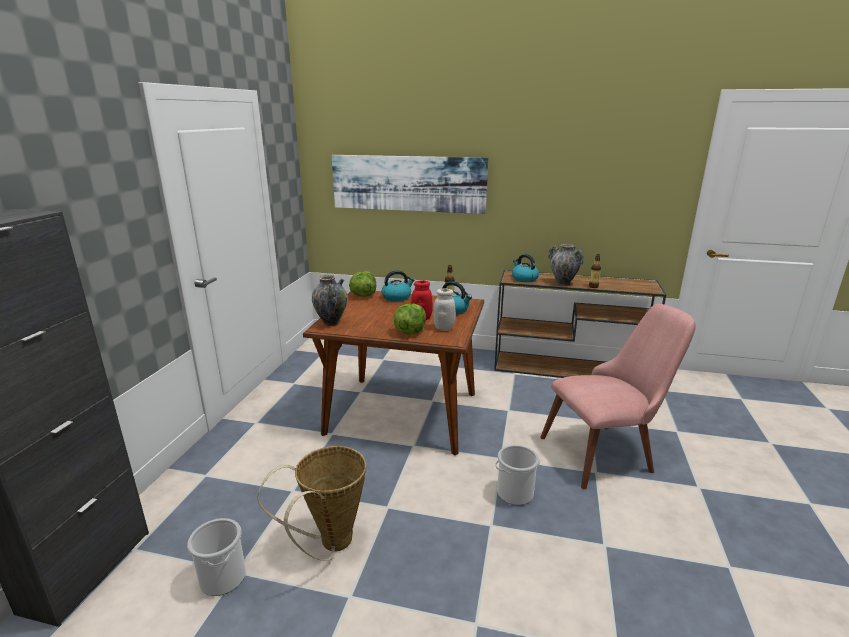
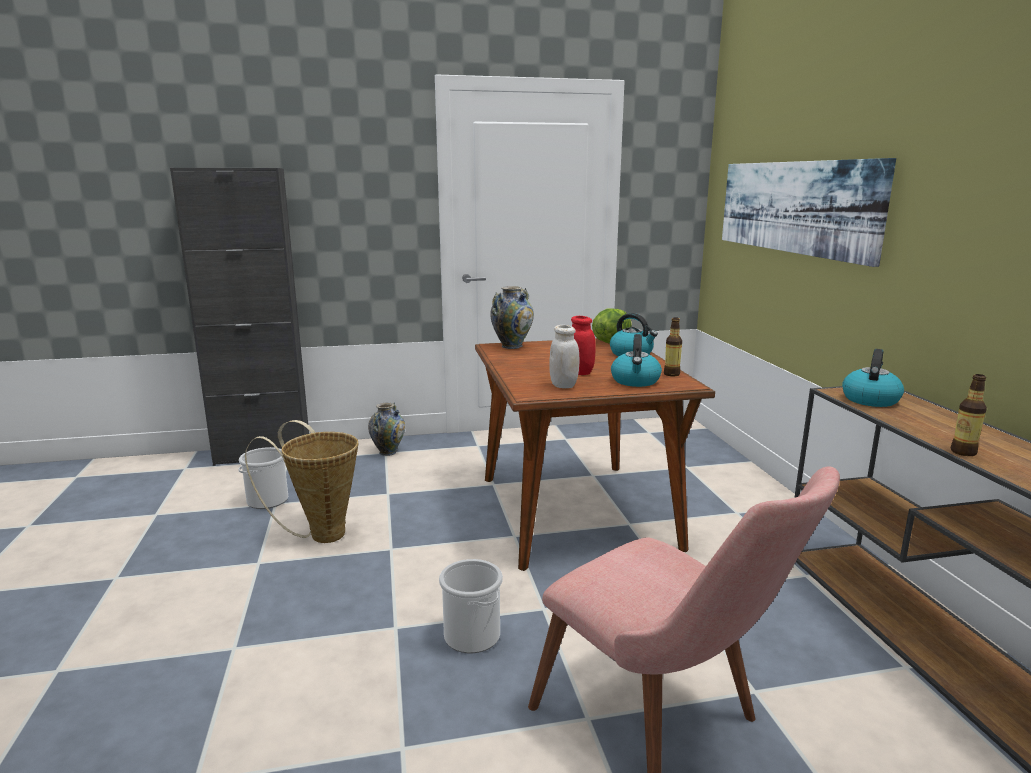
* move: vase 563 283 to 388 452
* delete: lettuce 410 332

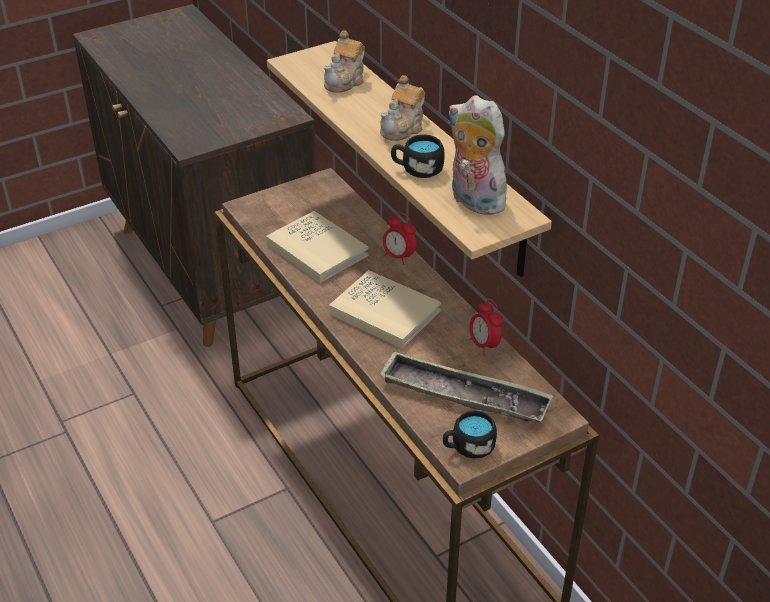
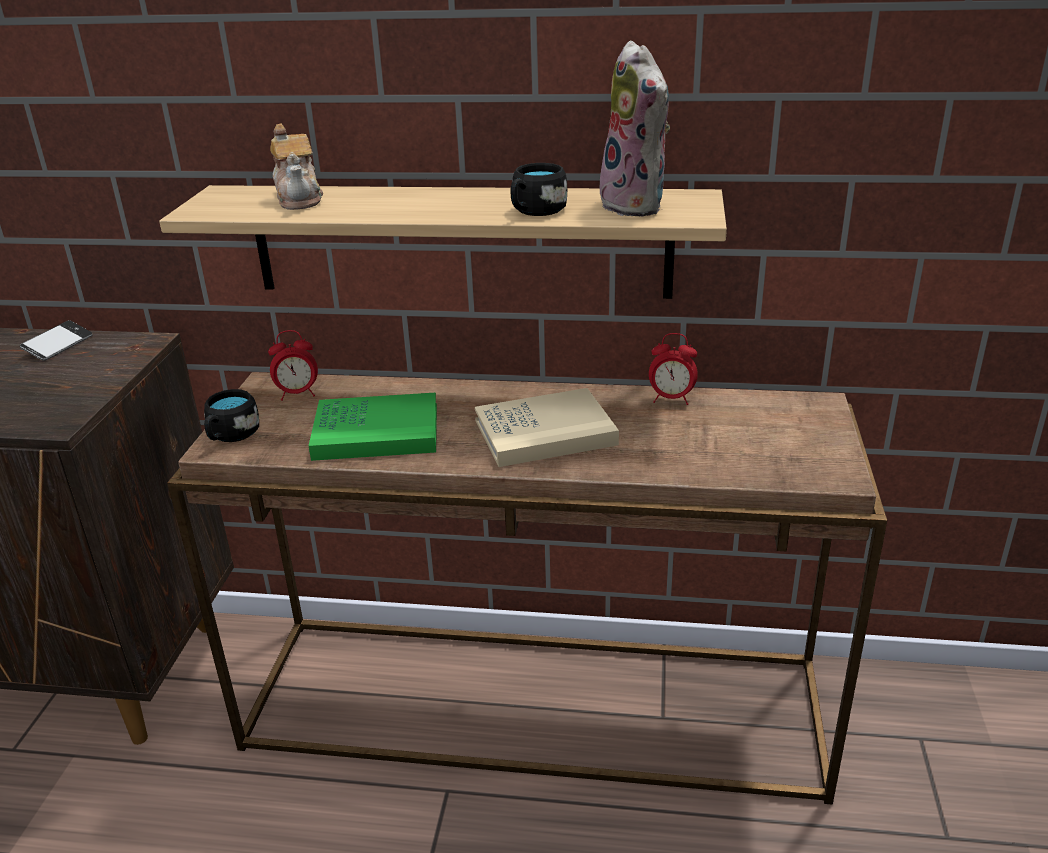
* insert: phone 58 346
* move: black mug 468 447 to 231 436
* move: alarm clock 399 257 to 297 394
* recolor: beige book 317 250 to green book 376 432
* rotate: plush toy 473 201 = 637 205 105 degrees counterclockwise
* delete: tray 464 395
* delete: teapot 403 128

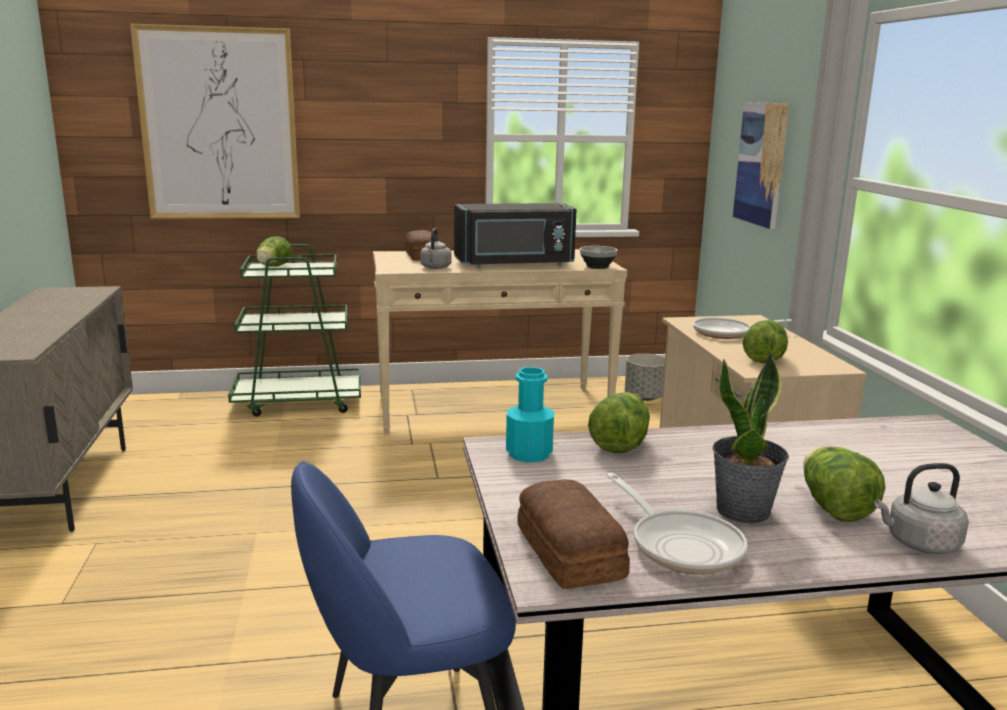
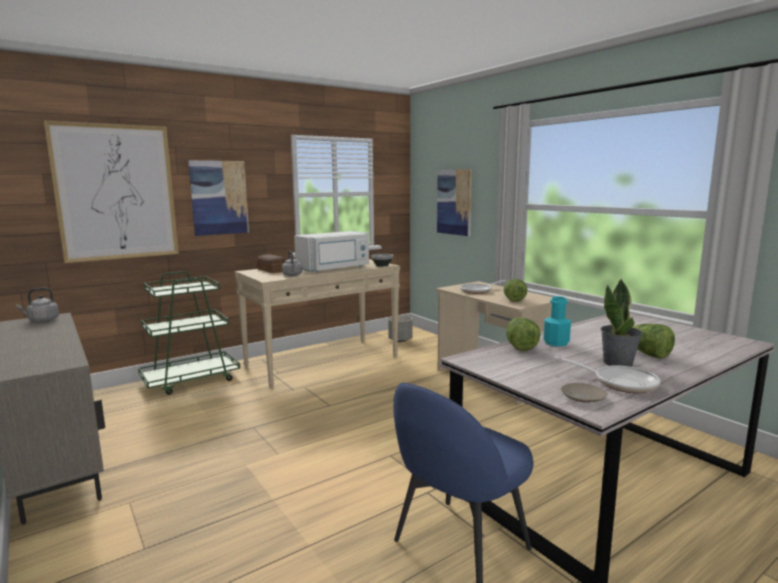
* move: grey kettle 919 543 to 42 320
* insert: picture 219 197
* recolor: black microwave 514 264 to white microwave 335 269
* move: turquoise bottle 529 453 to 556 343
* replace: bread 568 553 to beige plate 582 398
* delete: lettuce 273 267

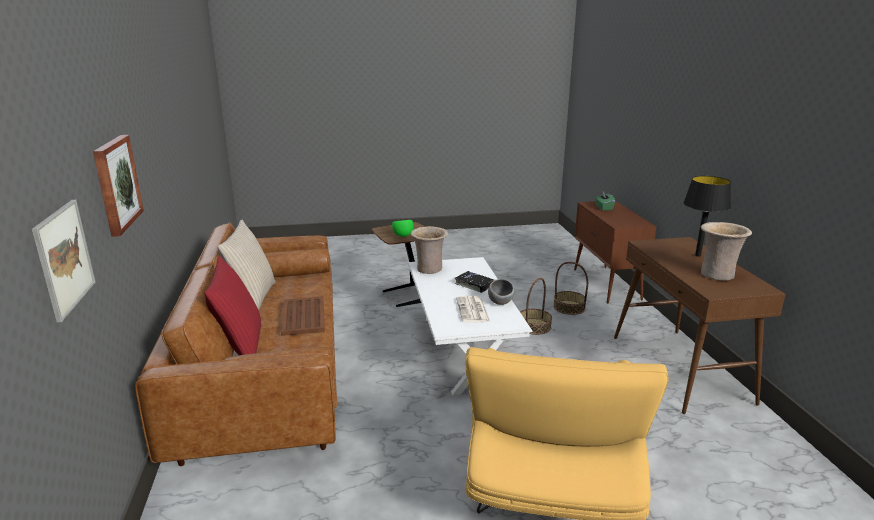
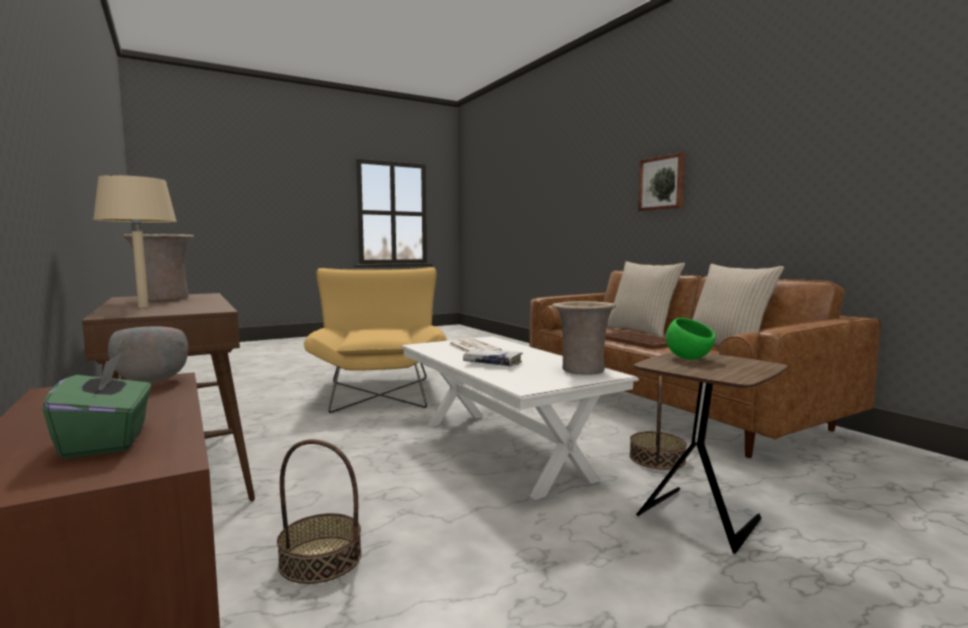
* recolor: black table lamp 697 255 to beige table lamp 143 307
* move: grey bowl 500 303 to 151 382
* recolor: black book 474 285 to white book 493 363
* recolor: red pillow 240 347 to beige pillow 641 331
* move: basket 534 326 to 657 458
* delete: picture 64 258

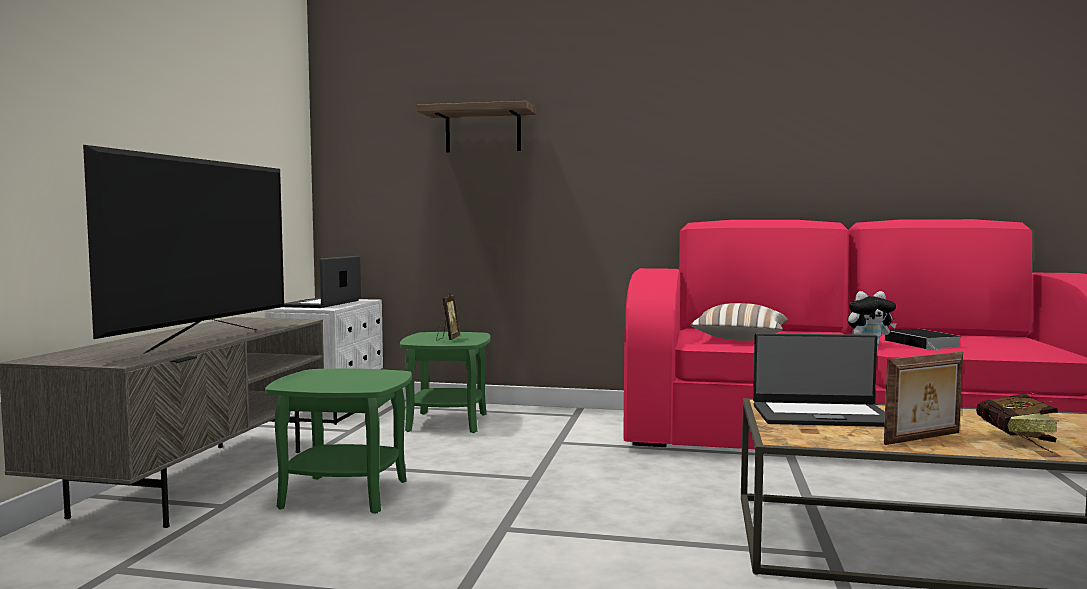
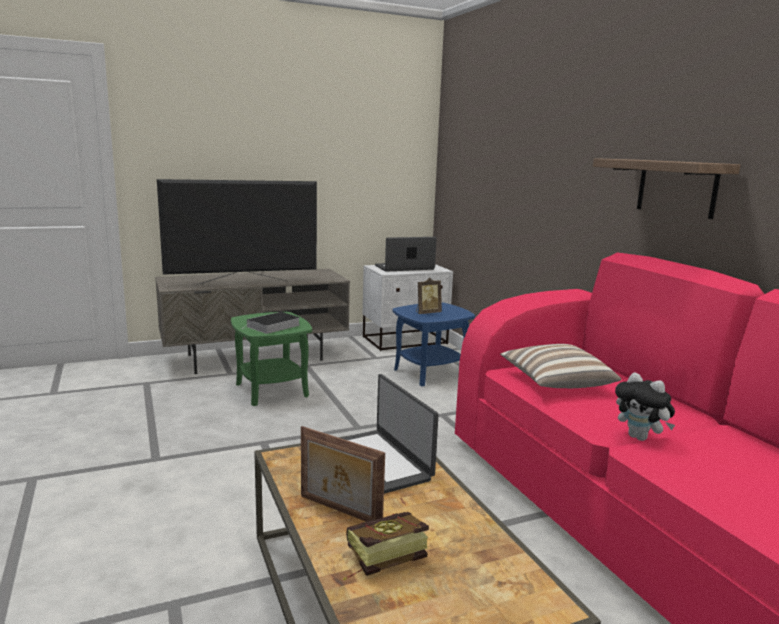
* move: book 924 344 to 272 326
* recolor: green side table 447 422 to blue side table 430 373
* move: shelf 483 130 to 676 187

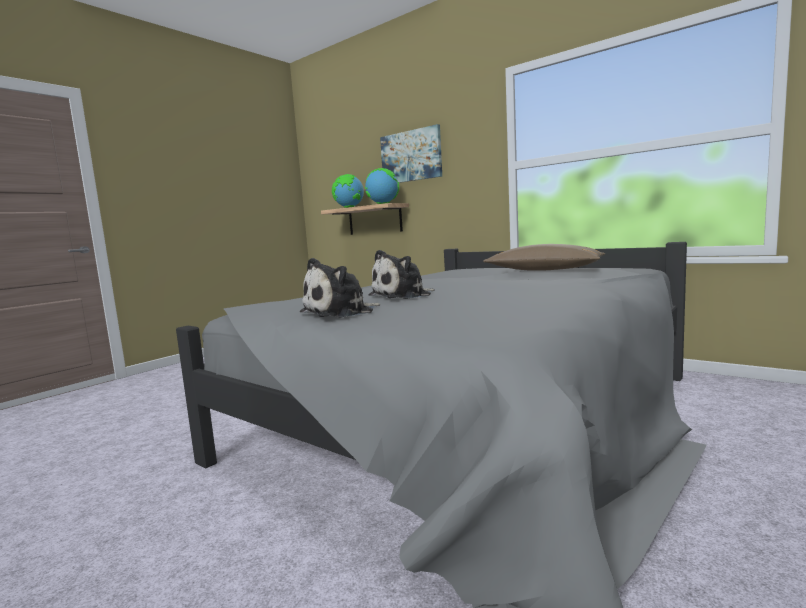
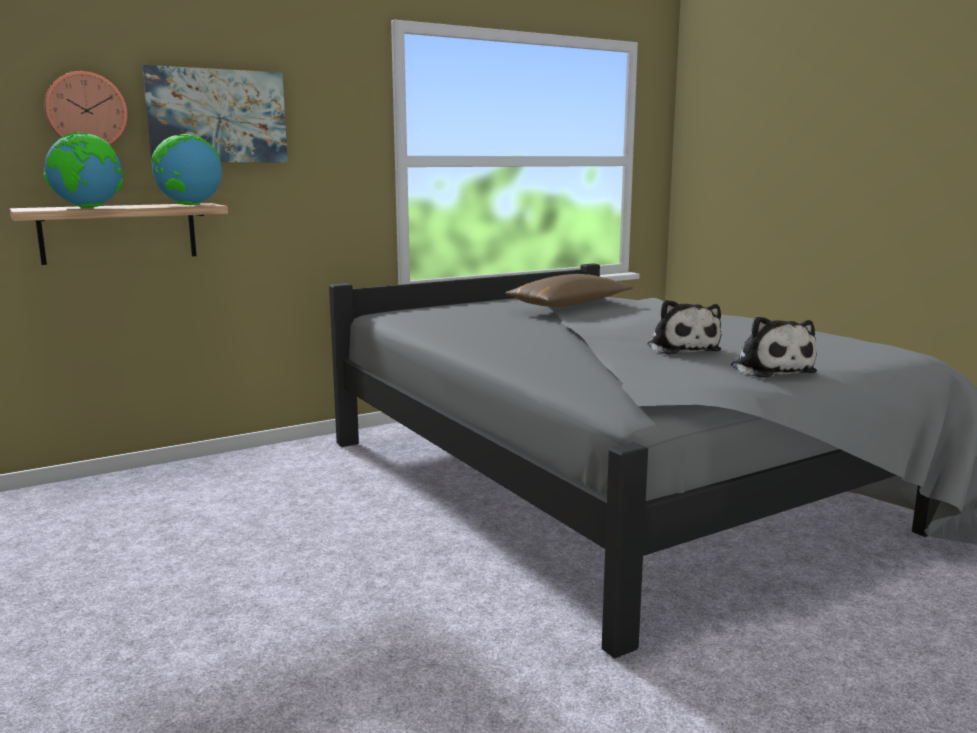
* insert: wall clock 86 110

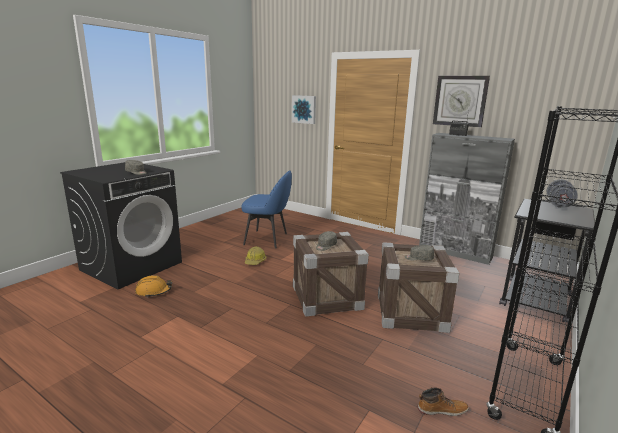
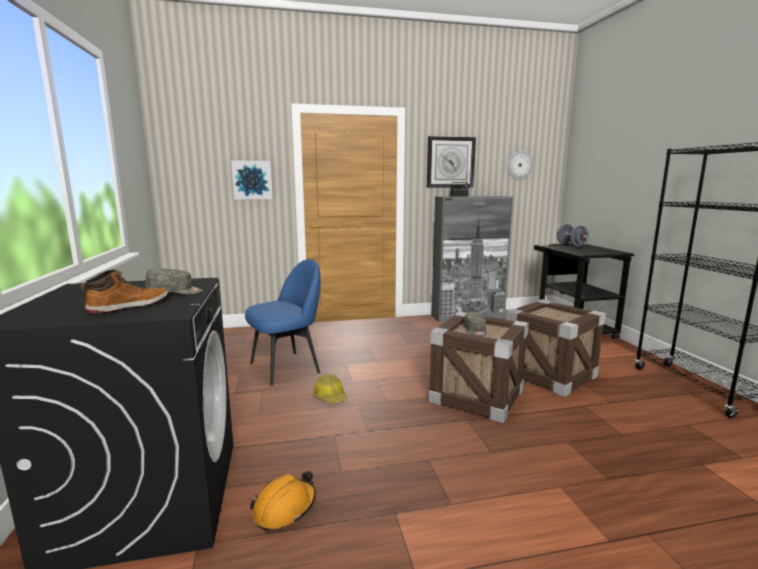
* move: boot 441 410 to 129 306
* insert: wall clock 519 165
* delete: grey cap 418 258

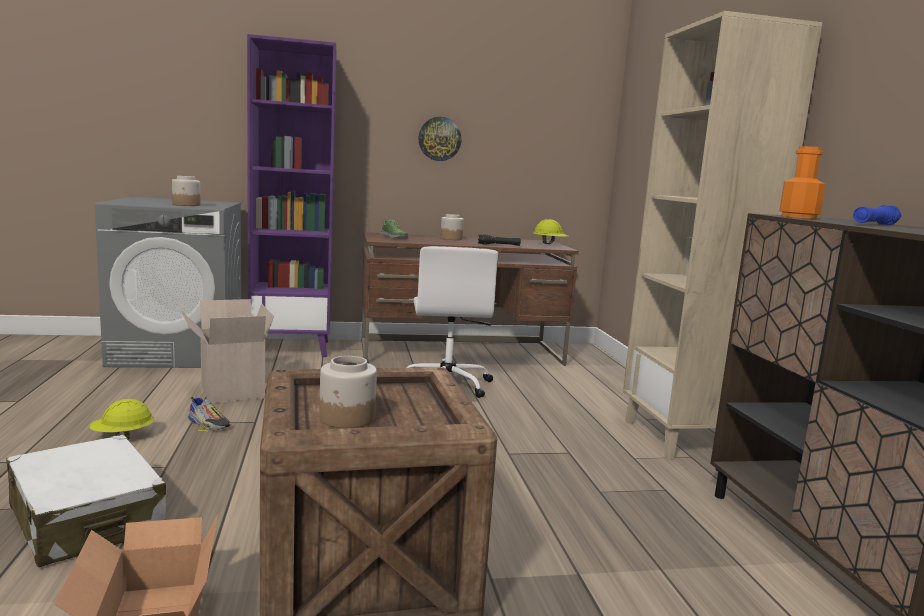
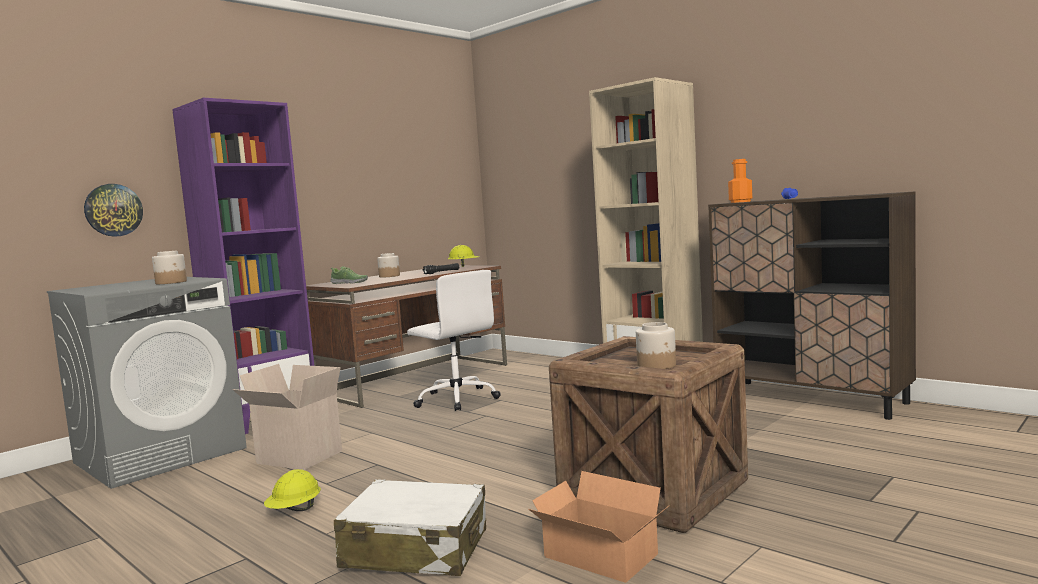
* move: wall clock 439 139 to 113 210
* delete: shoe 208 423

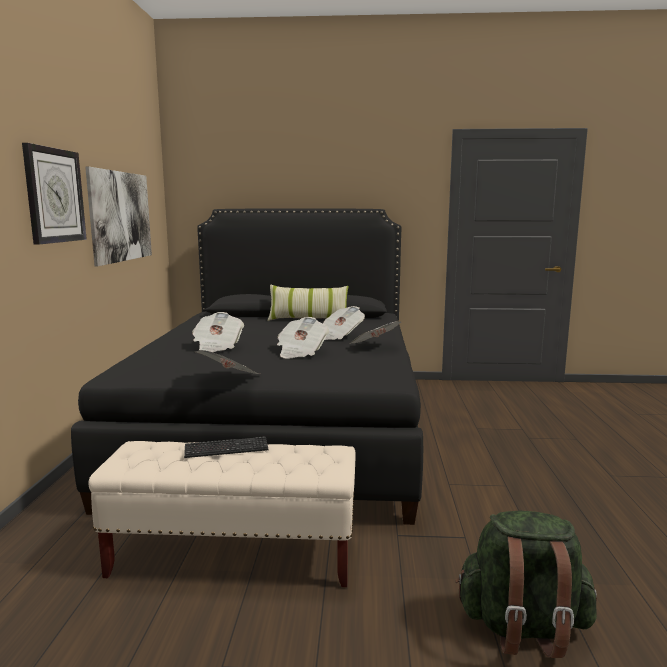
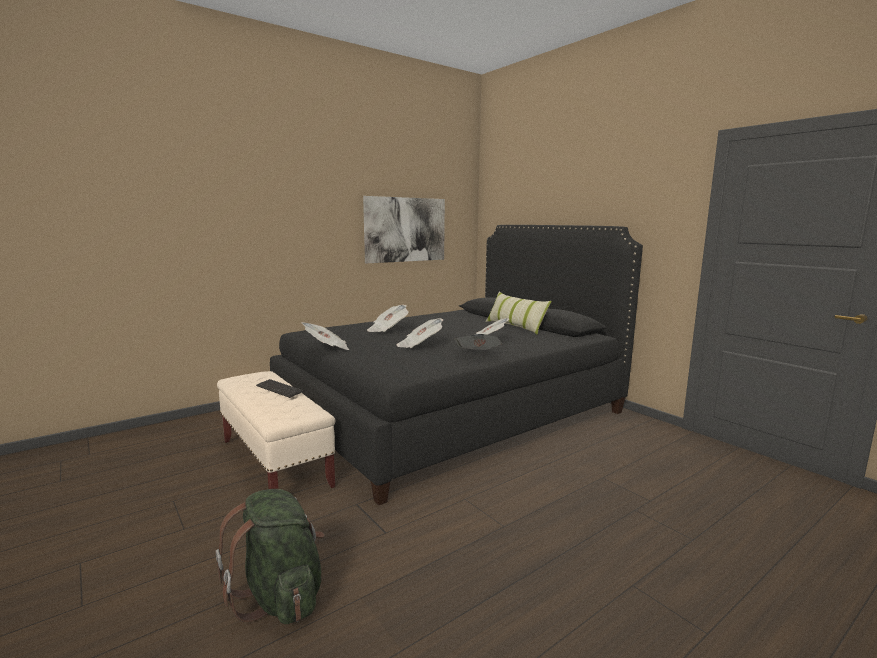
* delete: wall clock 54 195

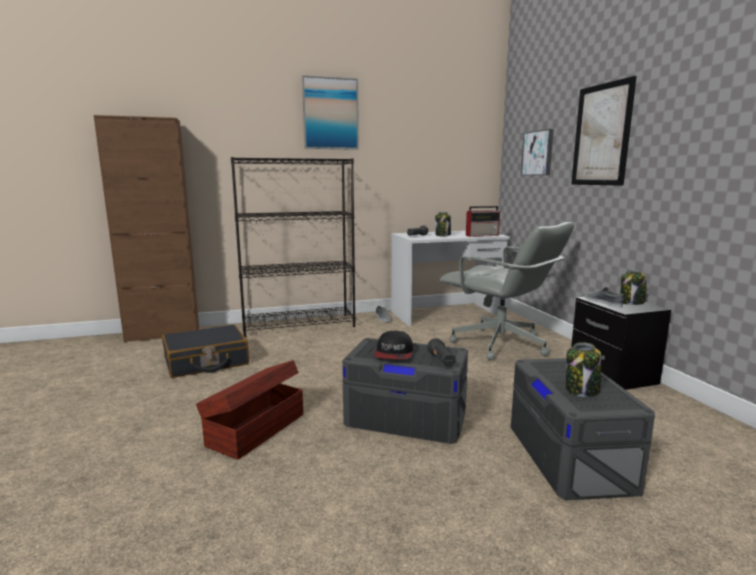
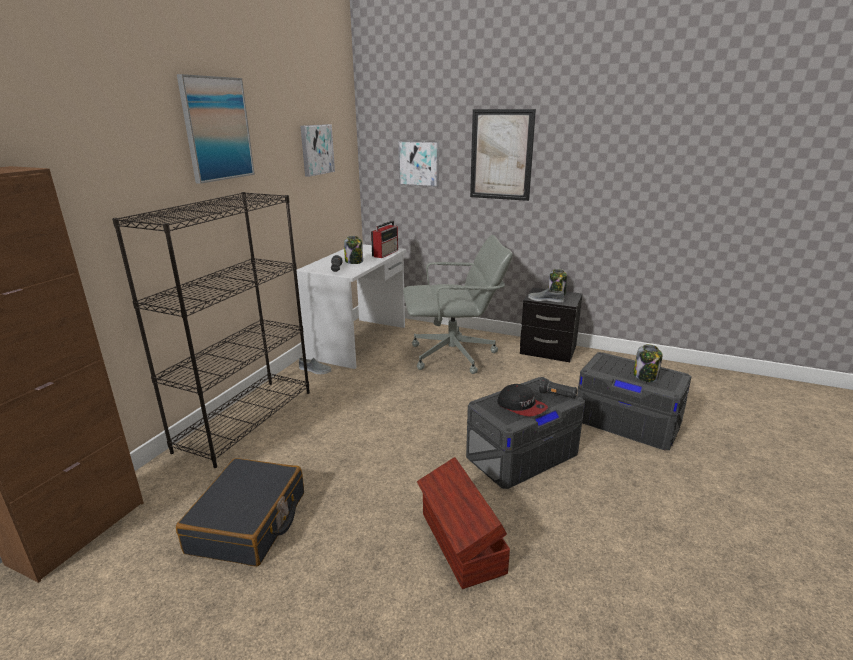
* insert: picture 316 149

